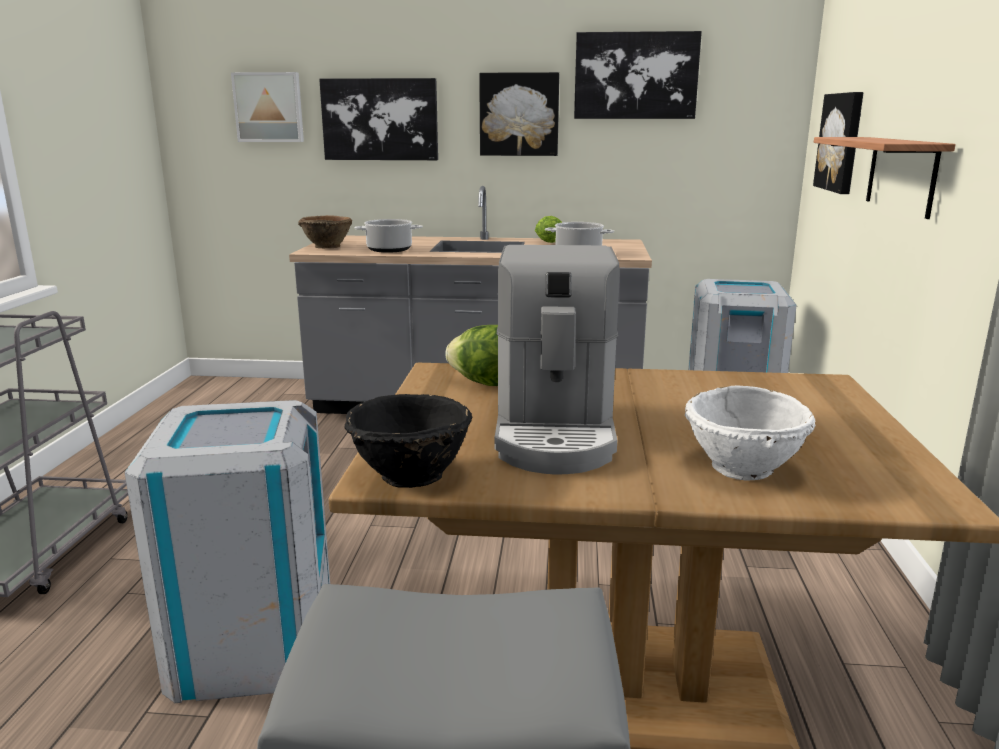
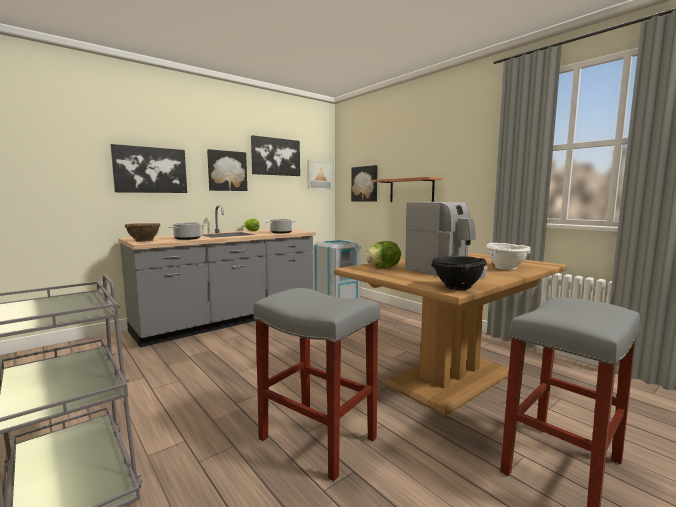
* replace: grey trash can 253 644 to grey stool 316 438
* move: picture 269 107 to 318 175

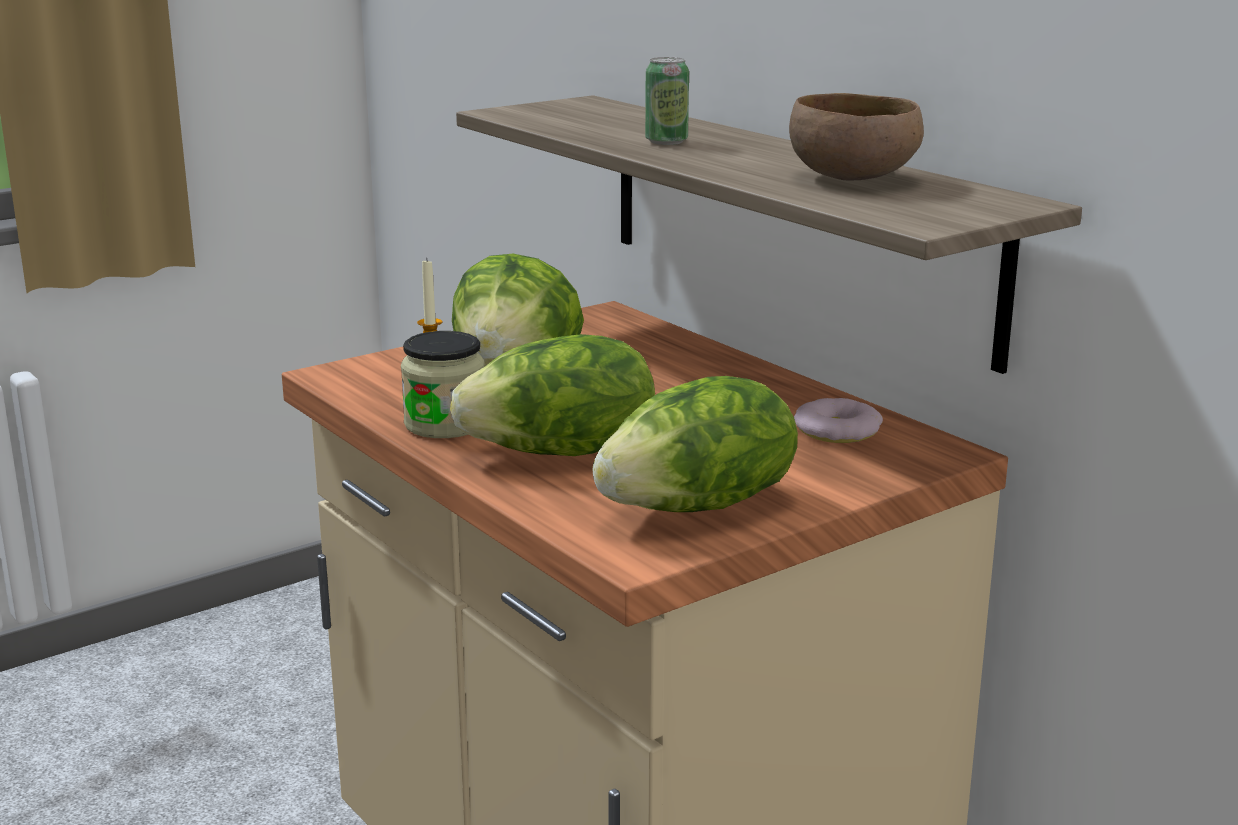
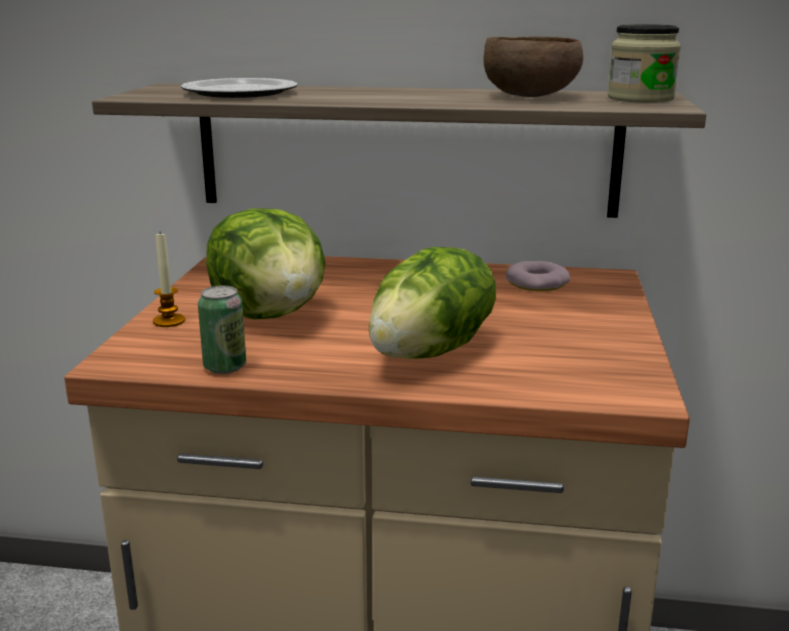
* insert: plate 241 93
* move: can 666 141 to 225 367
* move: jar 445 424 to 640 98
* delete: lettuce 700 506

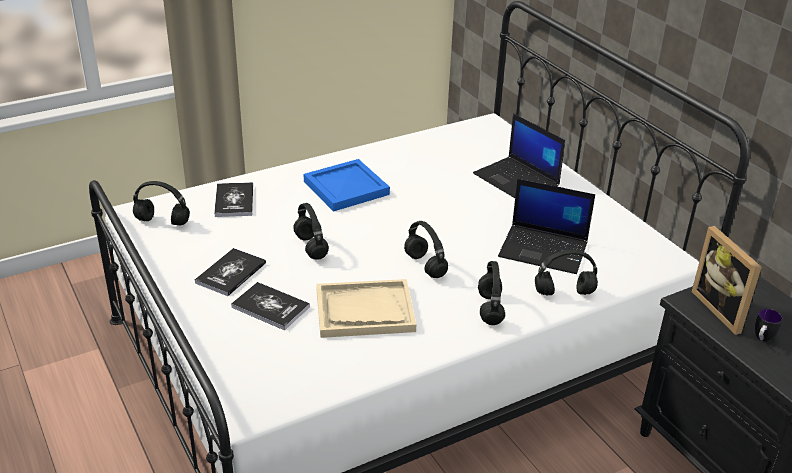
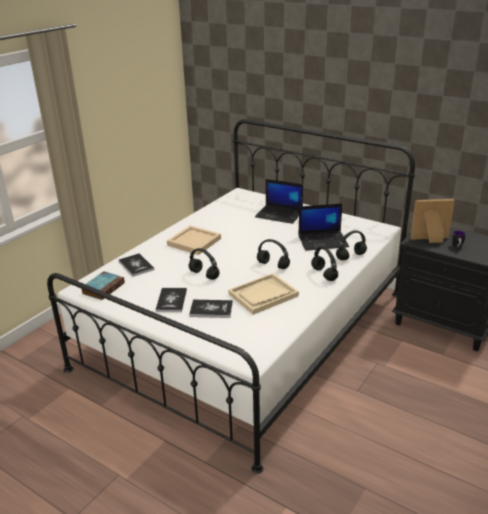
* replace: black headphones 163 221 to book 103 288
* recolor: blue tray 346 187 to beige tray 194 241
* rotate: picture frame 722 310 = 430 240 135 degrees clockwise

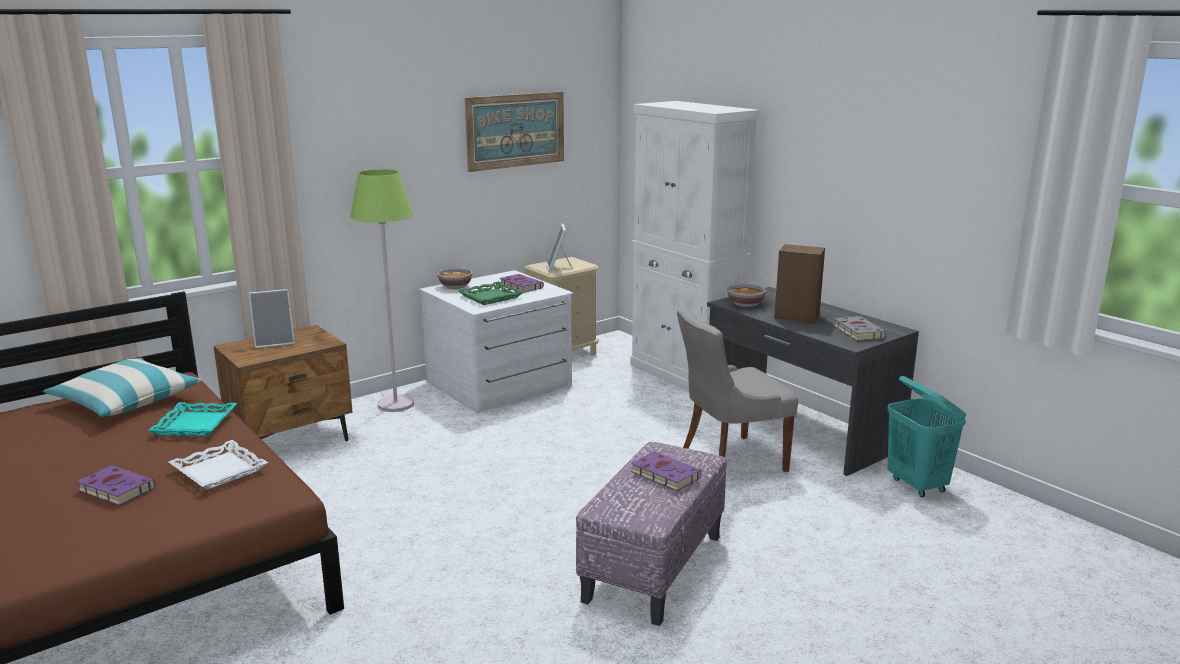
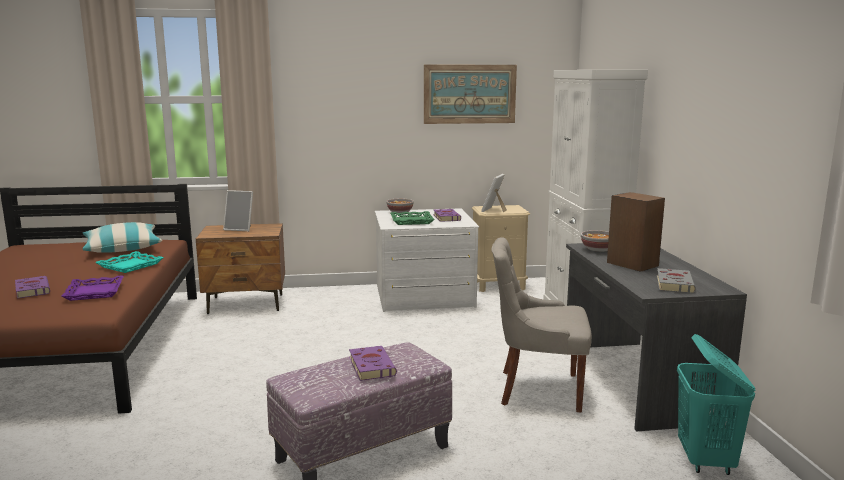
* recolor: white tray 218 471 to purple tray 94 292
* delete: green floor lamp 395 404

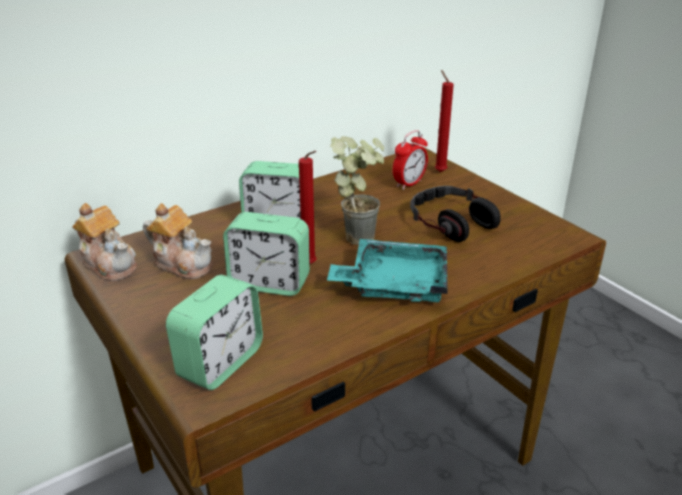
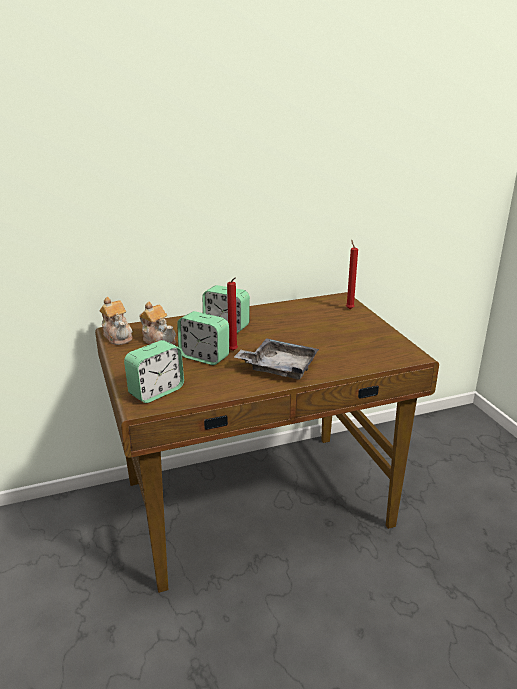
* recolor: turquoise tray 394 284 to grey tray 279 367
* delete: potted plant 360 234
* delete: alarm clock 409 184
* delete: headphones 451 222

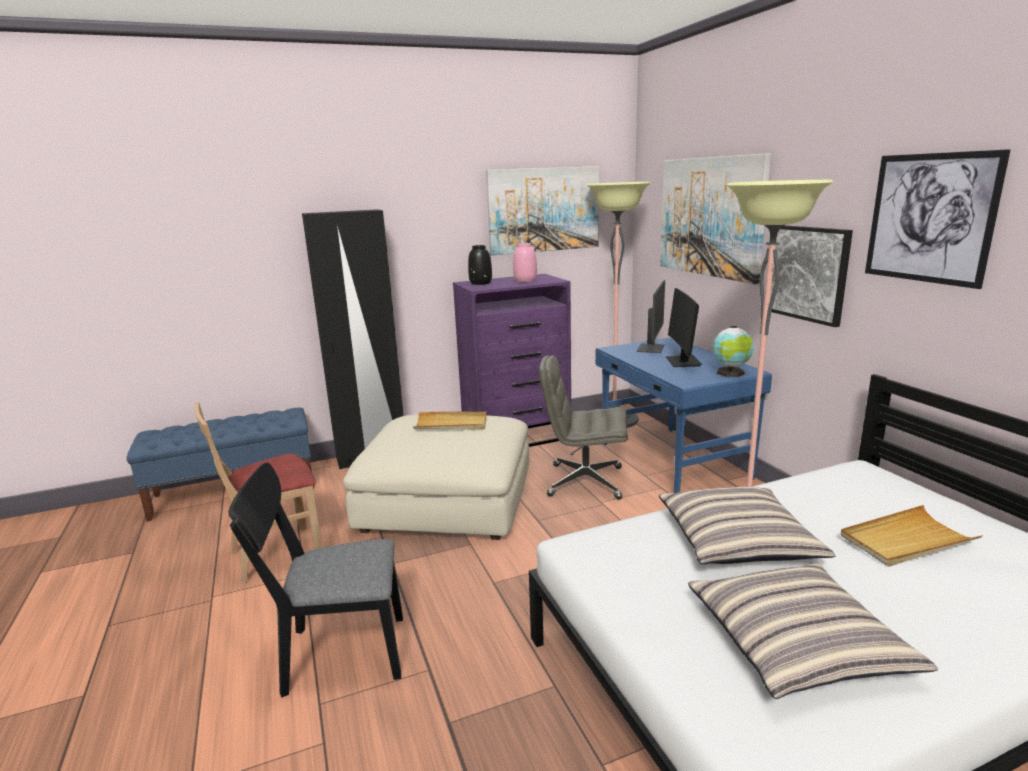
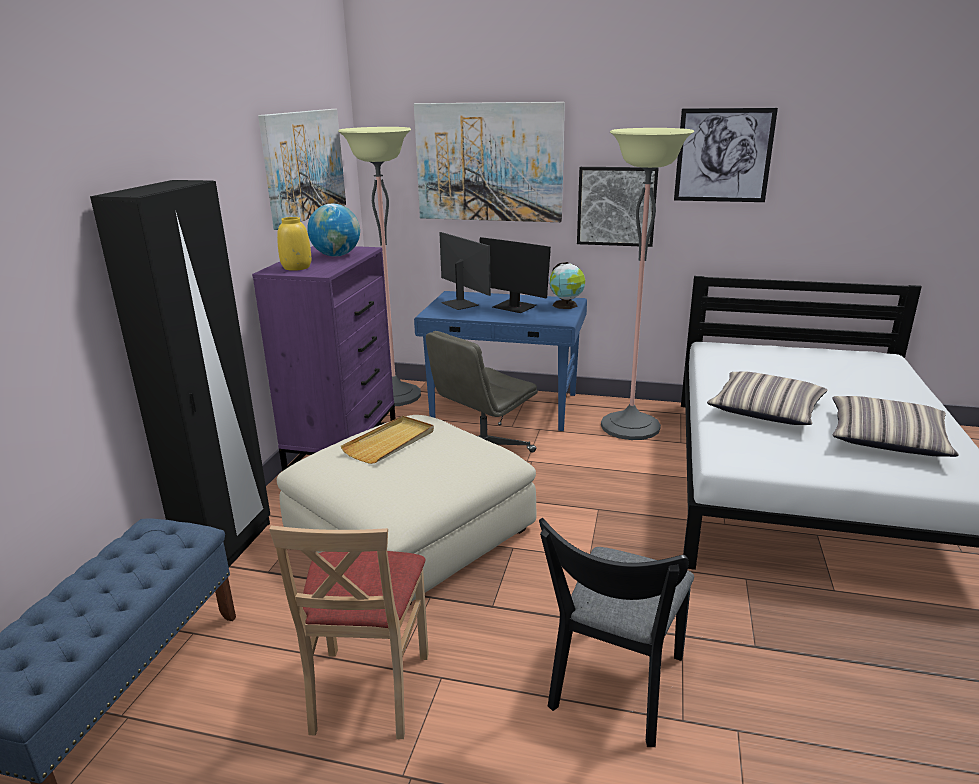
* recolor: black vase 481 283 to yellow vase 296 267
* replace: pink vase 525 281 to globe 336 255
* delete: beige tray 906 540

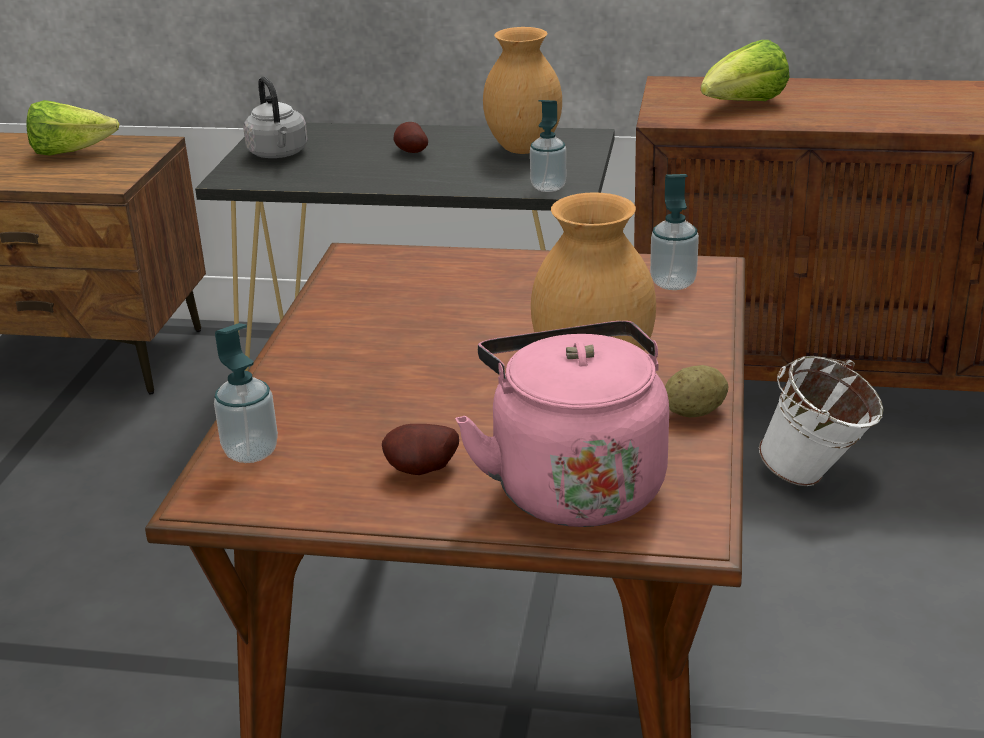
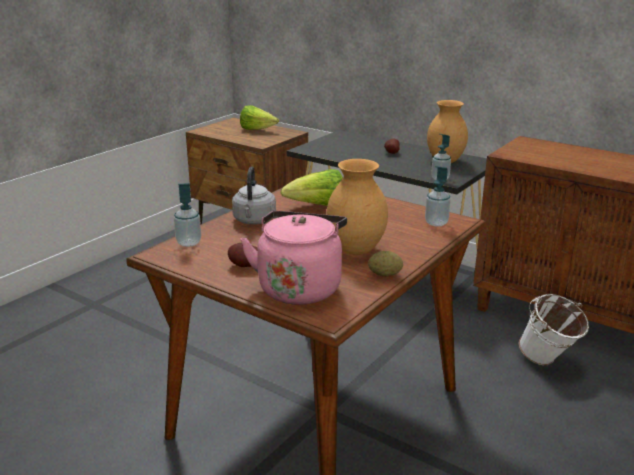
* move: grey kettle 279 154 to 254 221
* move: lettuce 743 105 to 317 207

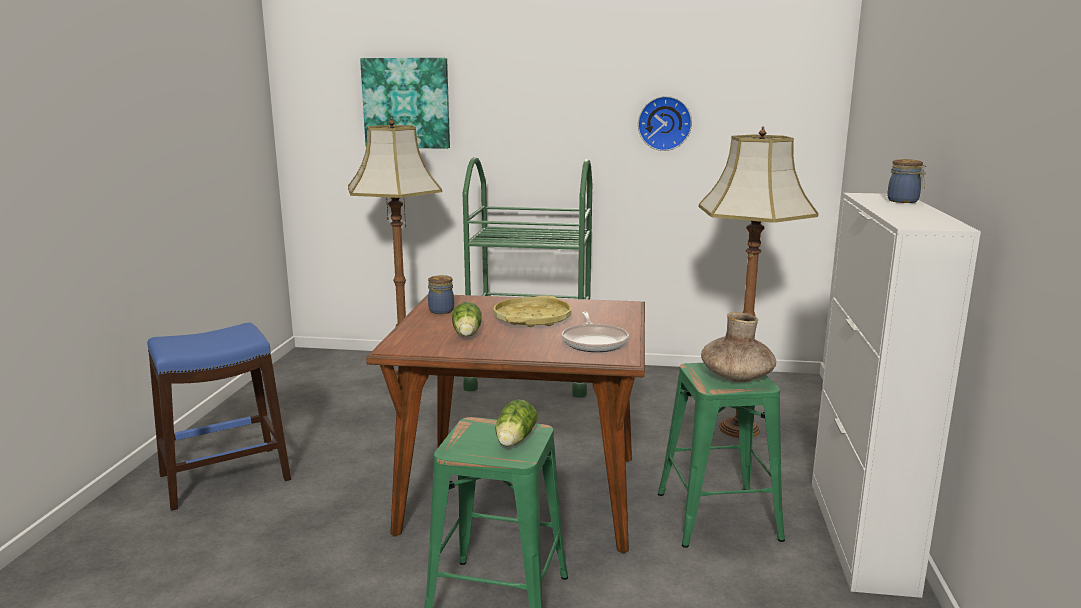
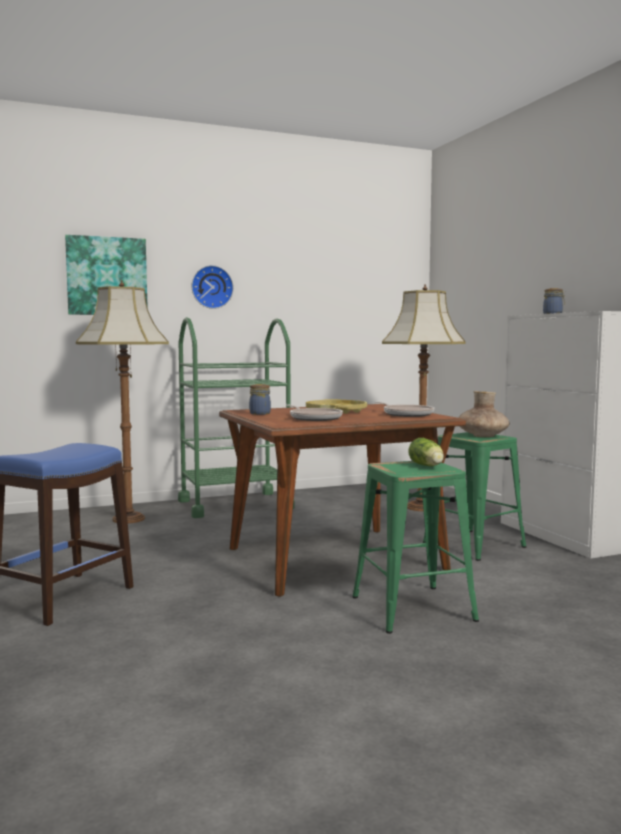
* move: wall clock 664 123 to 211 287
* replace: lettuce 467 335 to frying pan 314 418

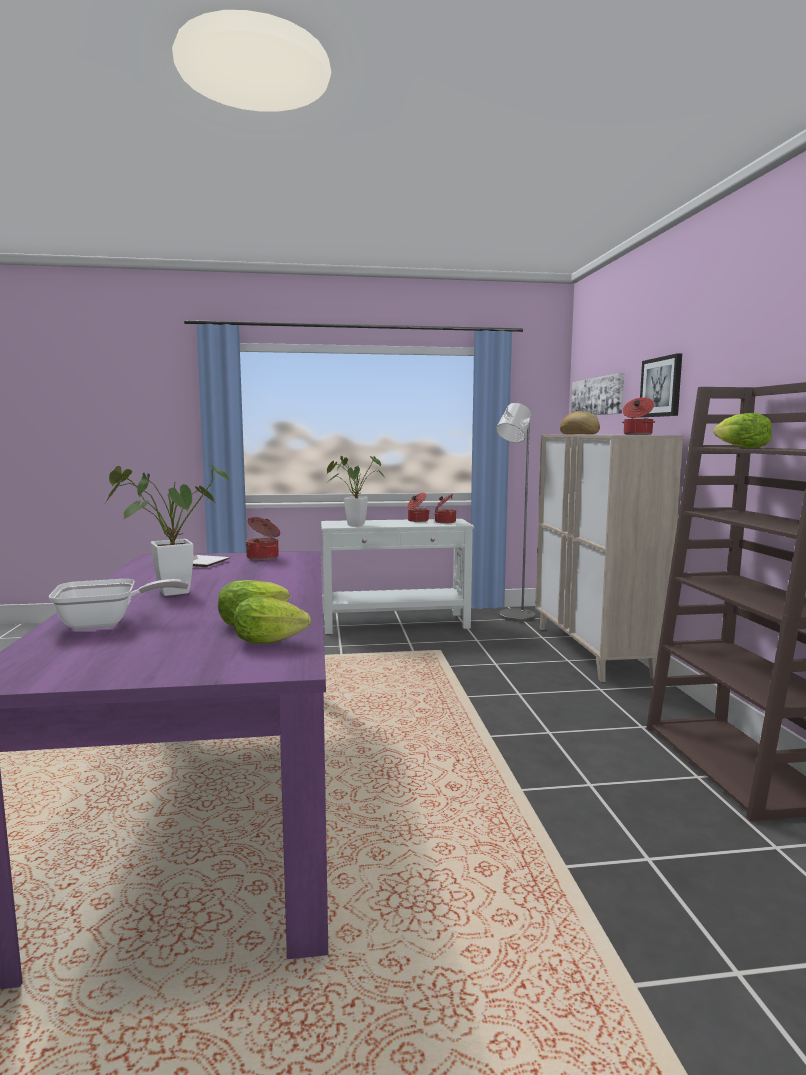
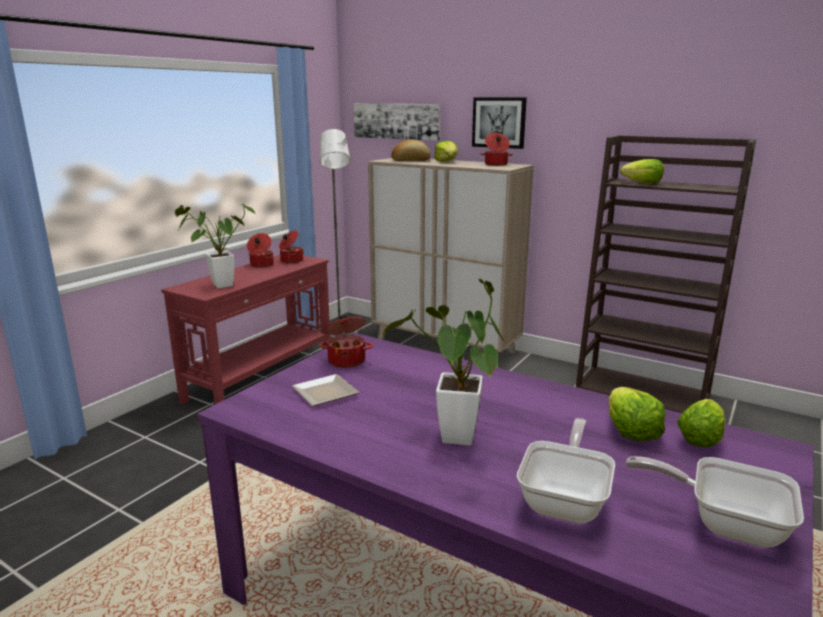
* recolor: white console table 396 623 to red console table 262 379
* insert: lettuce 446 162
* insert: frying pan 724 523

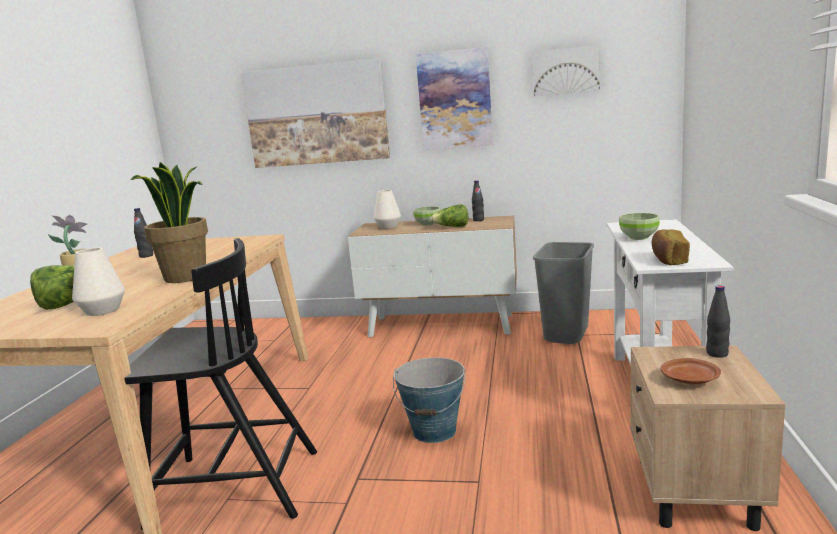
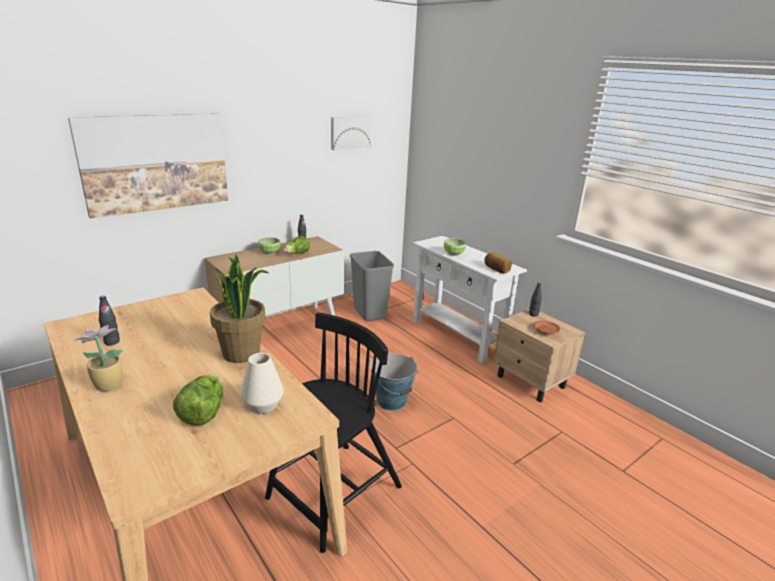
* delete: white vase 388 227
* delete: picture 455 100

